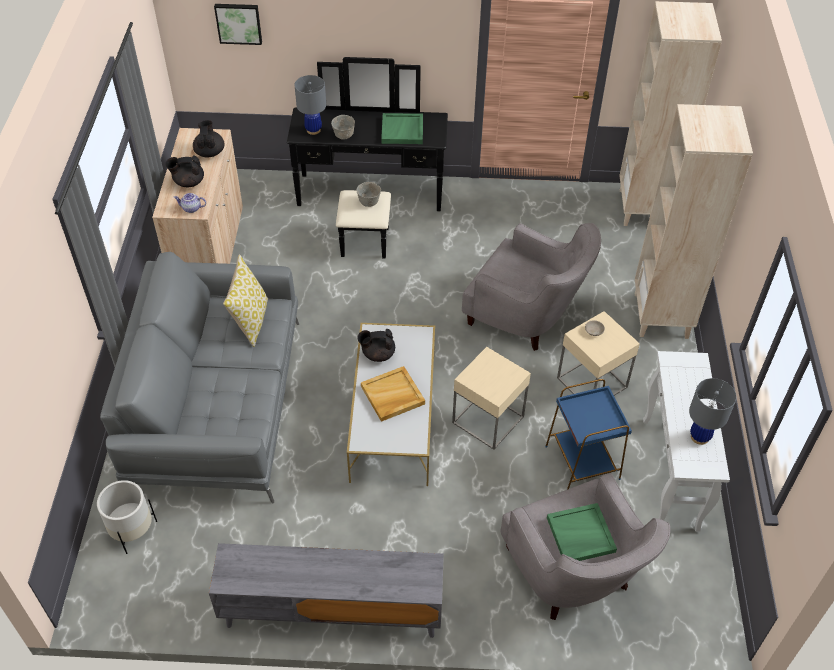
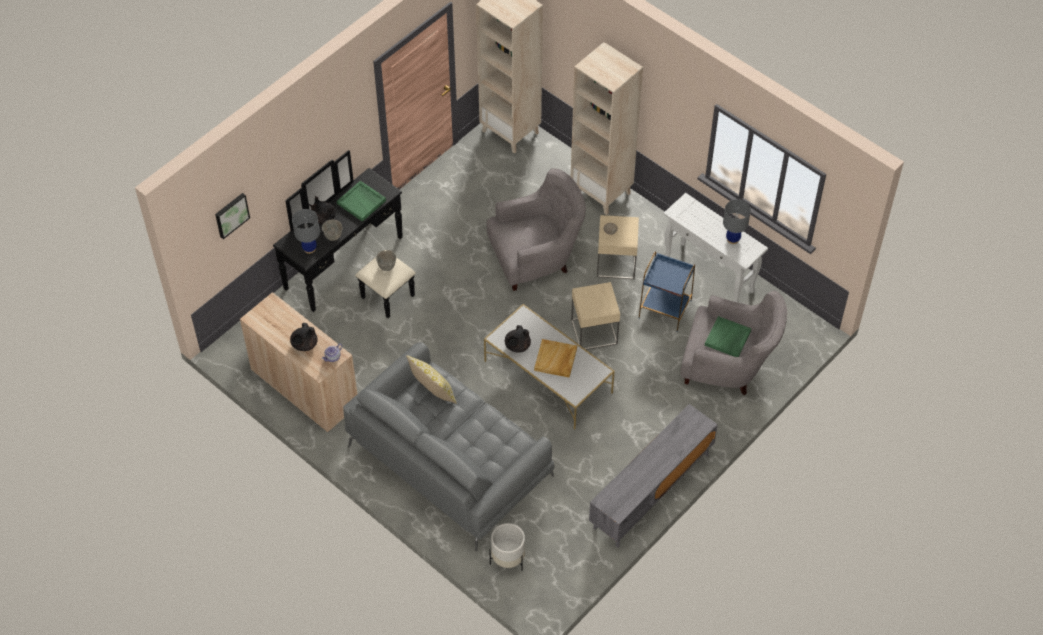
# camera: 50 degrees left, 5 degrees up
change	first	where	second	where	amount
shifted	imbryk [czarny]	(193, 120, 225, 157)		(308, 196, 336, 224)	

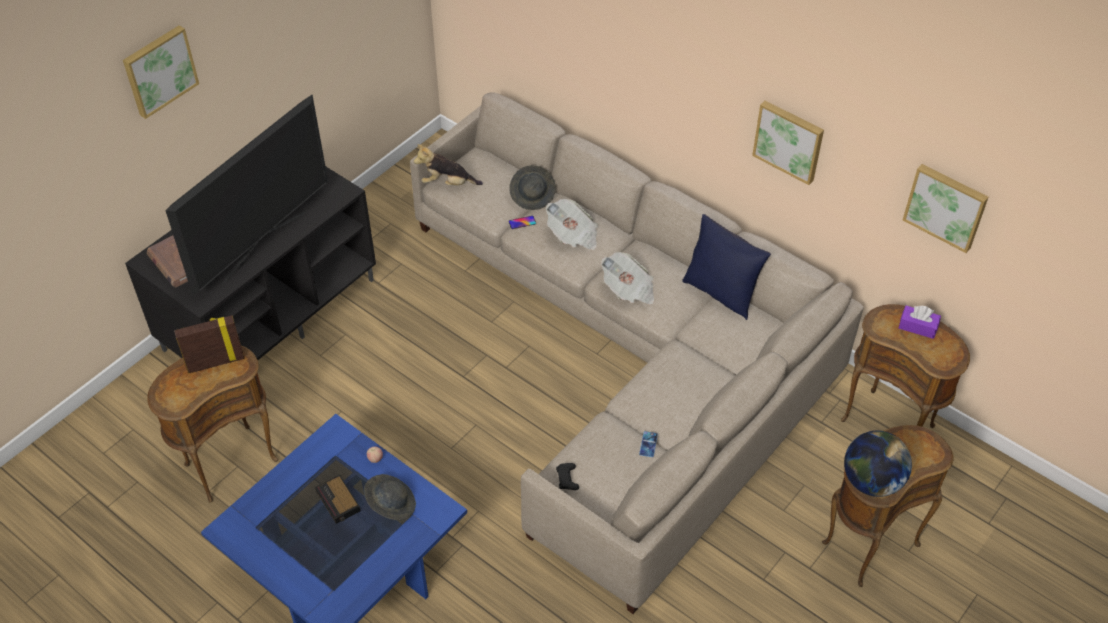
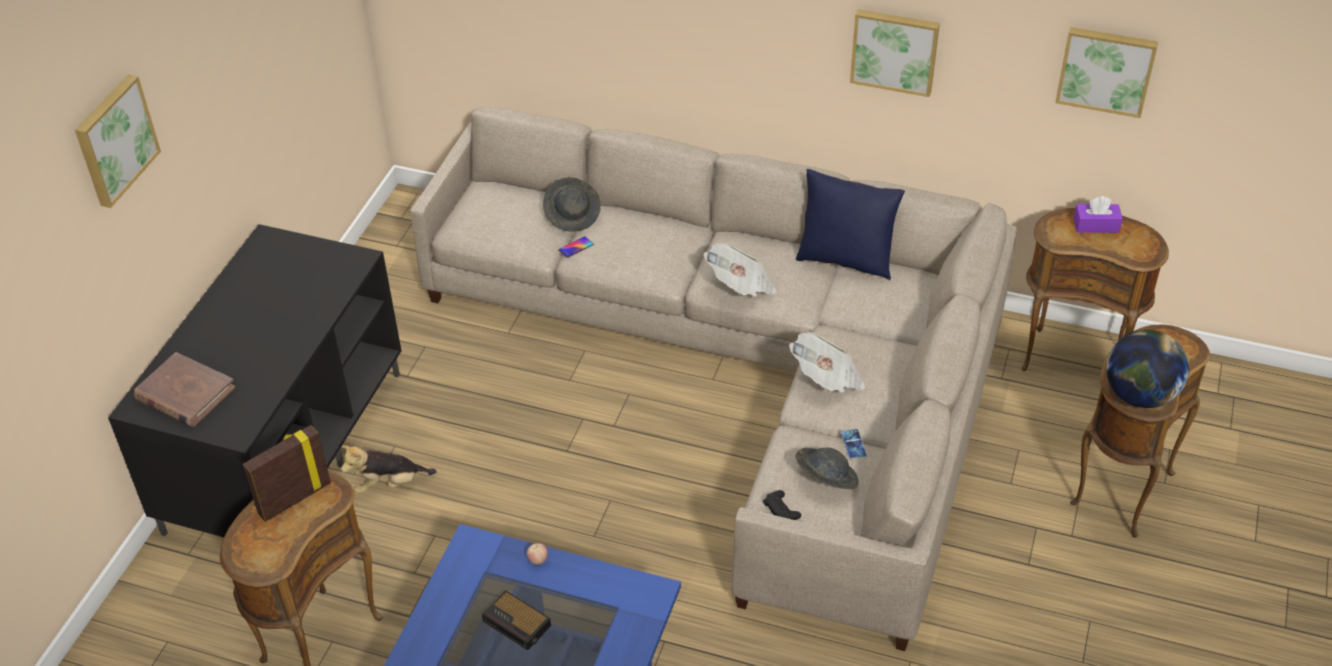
# camera: 20 degrees left, 5 degrees down
change	first	where	second	where	amount
gone	telewizor	(166, 95, 328, 295)			
shifted	kapelusz [szary]	(364, 474, 416, 520)		(796, 447, 859, 489)	
shifted	pluszak	(413, 144, 483, 185)		(341, 445, 437, 494)	
shifted	gazeta	(546, 199, 598, 250)		(789, 332, 866, 393)	

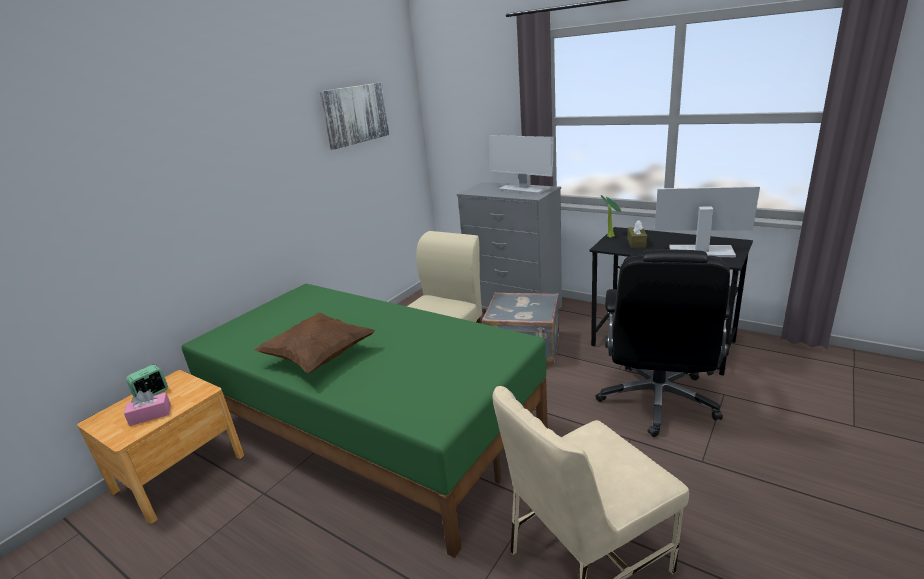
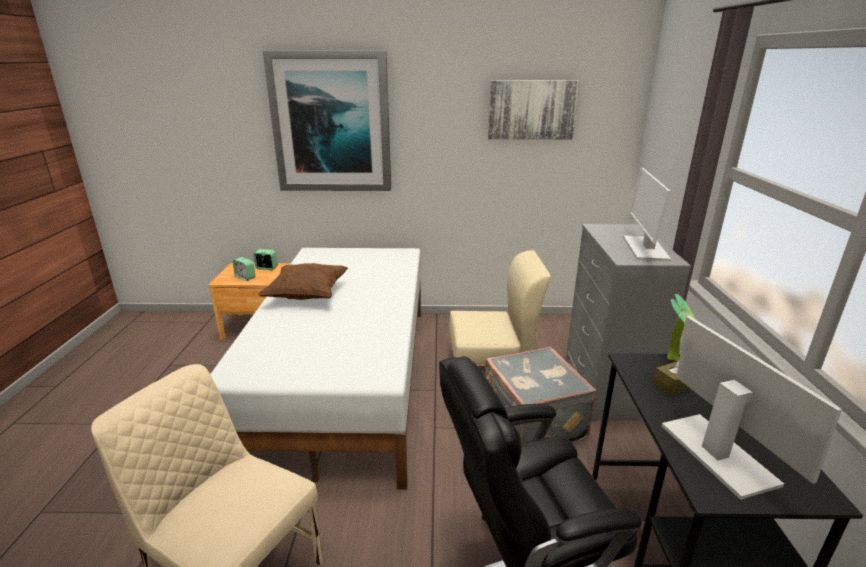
# camera: 55 degrees right, 0 degrees up
change	first	where	second	where	amount
new			obraz	(263, 50, 391, 191)	
swapped	pudełko chusteczek [różowy]	(124, 390, 171, 426)	budzik	(233, 257, 255, 281)	
repainted	łóżko [zielony]	(182, 284, 548, 558)	łóżko [biały]	(210, 248, 421, 490)	

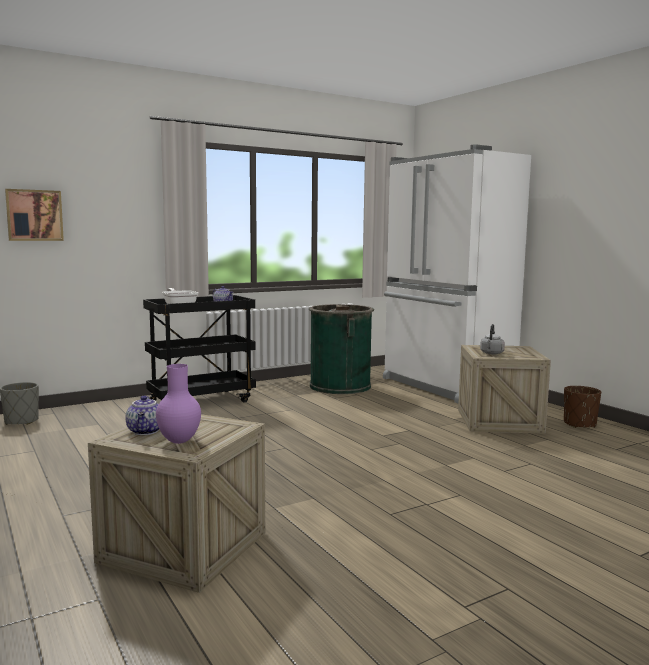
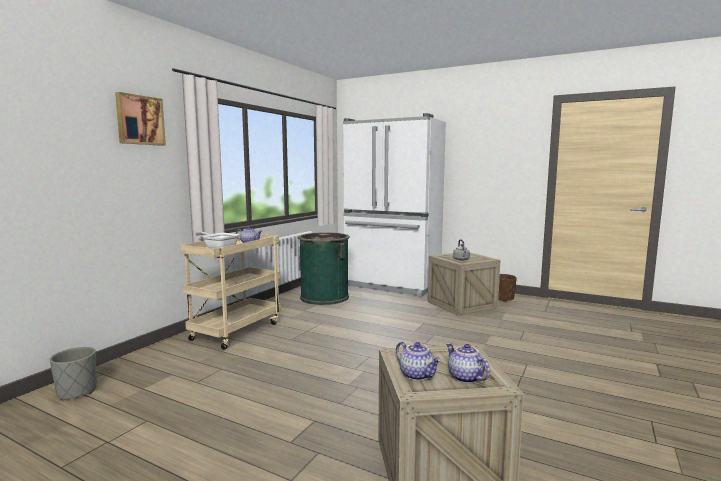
# camera: 30 degrees left, 0 degrees up
change	first	where	second	where	amount
shifted	obraz	(5, 189, 64, 241)		(115, 92, 166, 146)	
swapped	wazon [fioletowy]	(156, 364, 201, 444)	imbryk	(446, 343, 490, 383)	
repainted	wózek [czarny]	(143, 295, 256, 403)	wózek [beżowy]	(180, 234, 281, 350)	

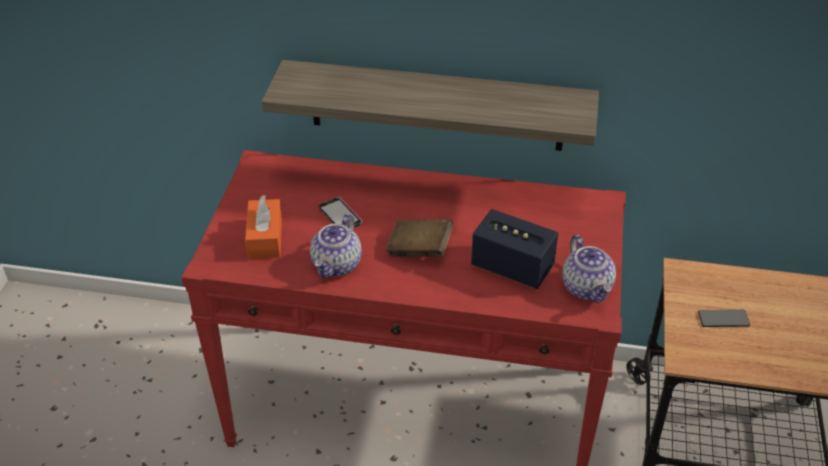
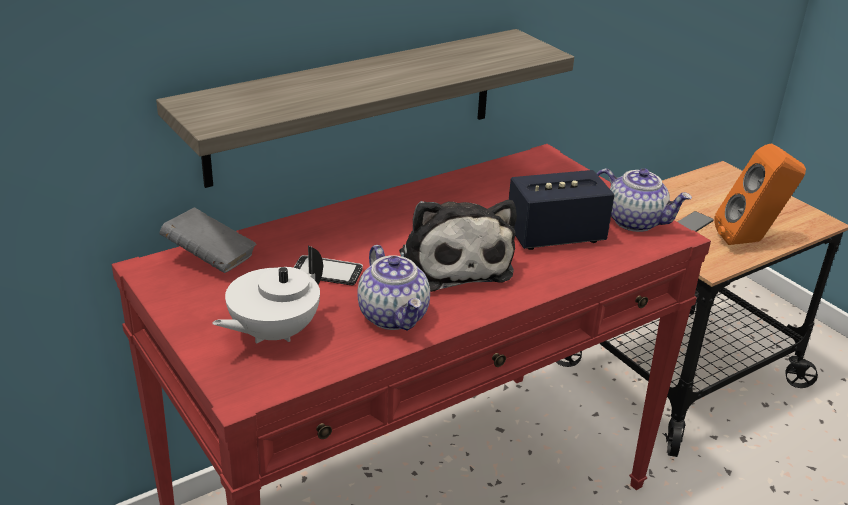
# camera: 45 degrees left, 10 degrees down
change	first	where	second	where	amount
new			książka [szary]	(159, 208, 257, 273)	
new			głośnik [pomarańczowy]	(715, 143, 806, 245)	
swapped	pudełko chusteczek [pomarańczowy]	(245, 195, 282, 259)	imbryk [biały]	(212, 246, 323, 343)	
swapped	książka [brązowy]	(386, 219, 453, 257)	pluszak	(399, 200, 517, 292)	

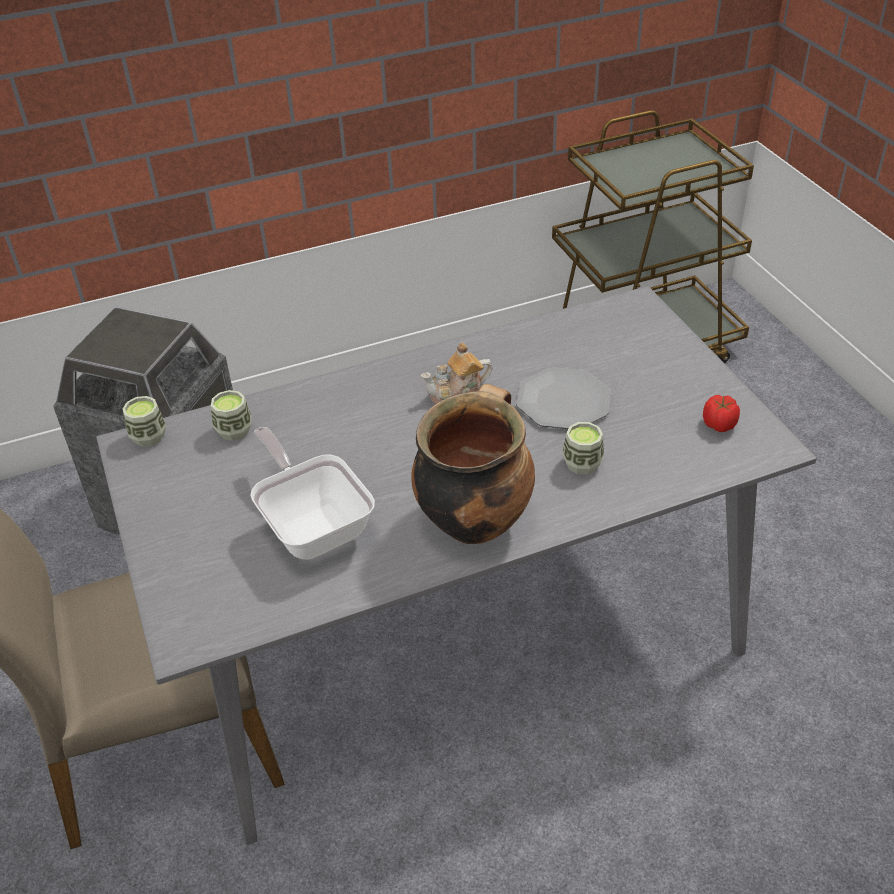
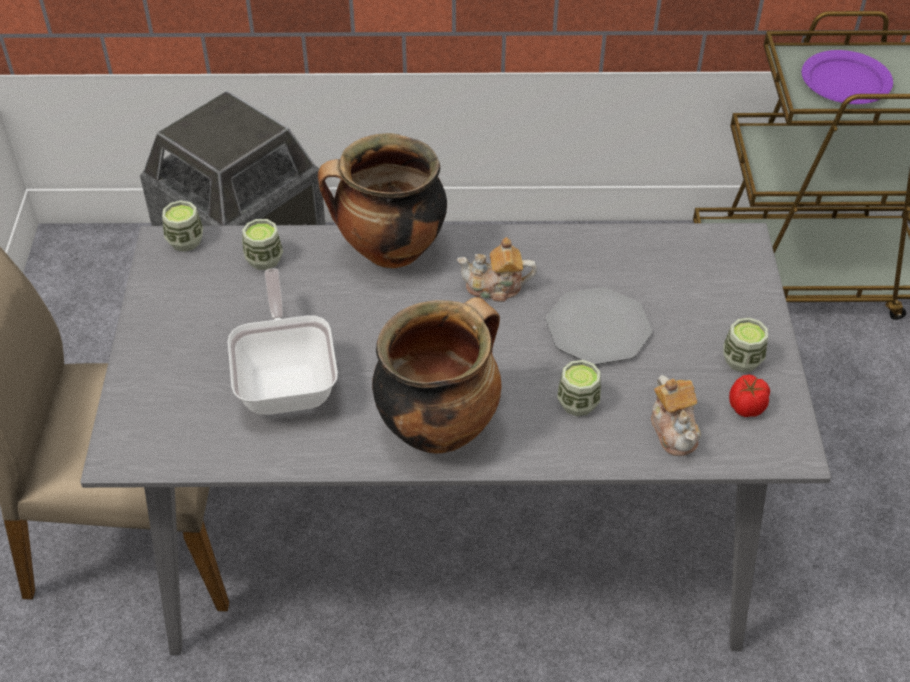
# camera: 20 degrees right, 5 degrees up
change	first	where	second	where	amount
new			garnek	(318, 133, 447, 269)	
new			imbryk	(651, 375, 701, 456)	
new			filiżanka	(723, 318, 768, 373)	
new			talerz [fioletowy]	(802, 50, 893, 104)	

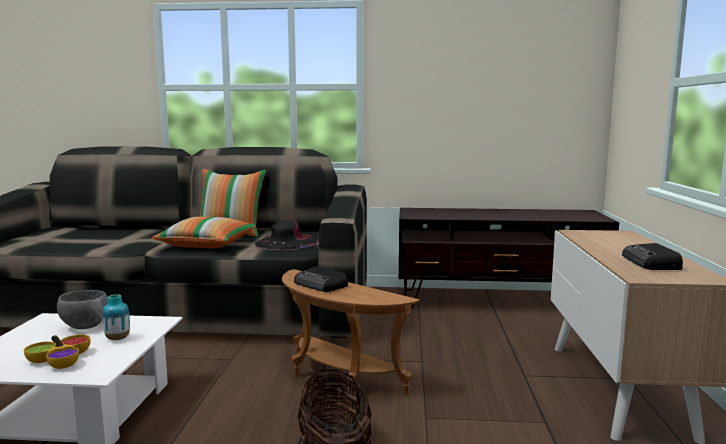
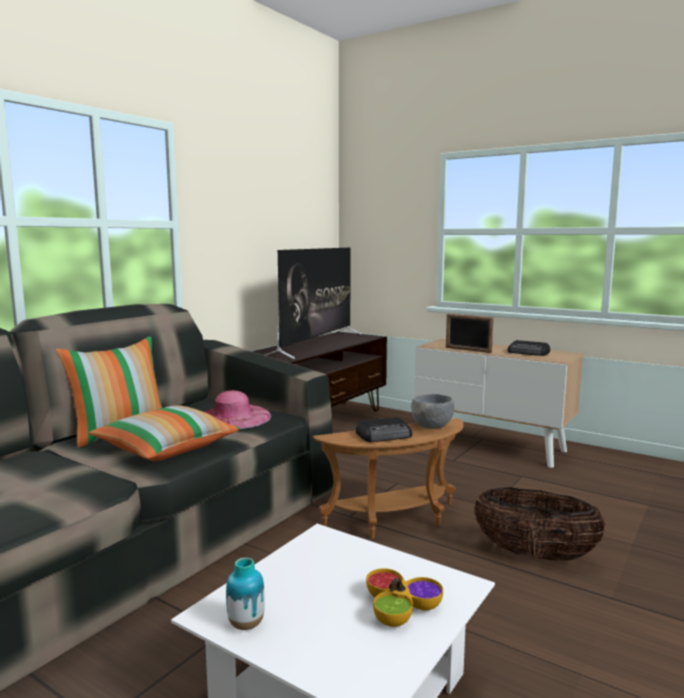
# camera: 60 degrees left, 0 degrees up
change	first	where	second	where	amount
new			telewizor	(265, 247, 361, 359)	
new			ramka na zdjęcie	(446, 314, 494, 353)	
shifted	miska [szary]	(57, 290, 108, 329)		(411, 394, 454, 429)	
shifted	wazon	(102, 294, 130, 340)		(226, 557, 265, 630)	
repainted	kapelusz [czarny]	(255, 220, 317, 250)	kapelusz [różowy]	(205, 390, 272, 429)	

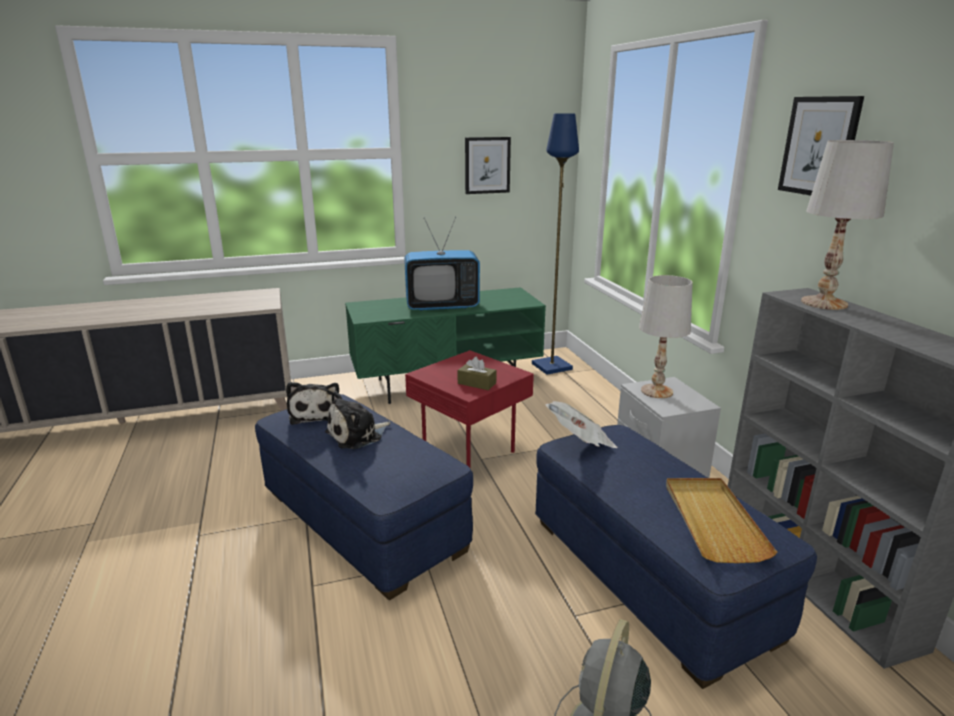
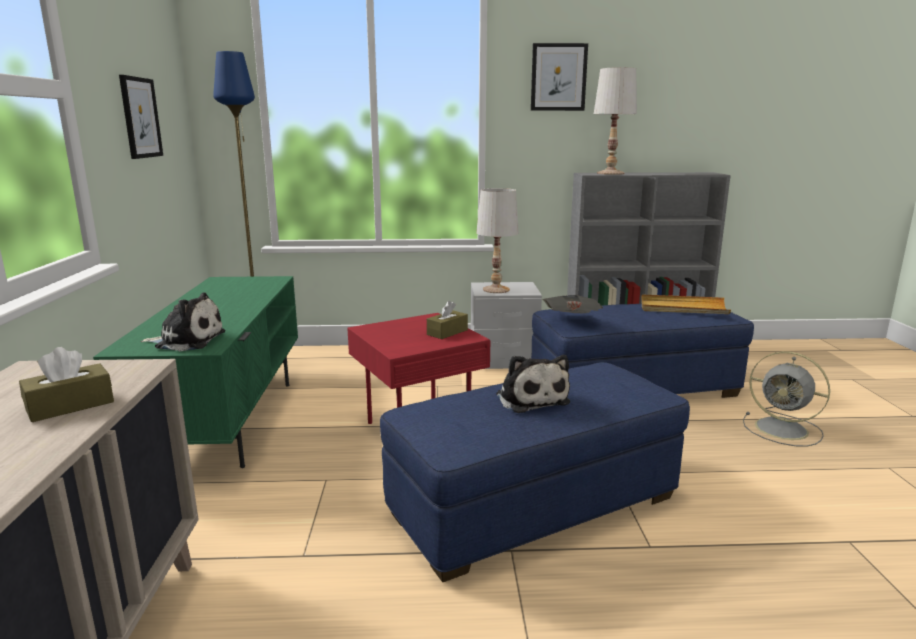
# camera: 75 degrees left, 5 degrees down
change	first	where	second	where	amount
gone	telewizor	(404, 217, 480, 311)			
new			pudełko chusteczek [brązowy]	(19, 347, 114, 422)	
shifted	pluszak	(286, 382, 339, 425)		(140, 292, 225, 352)	

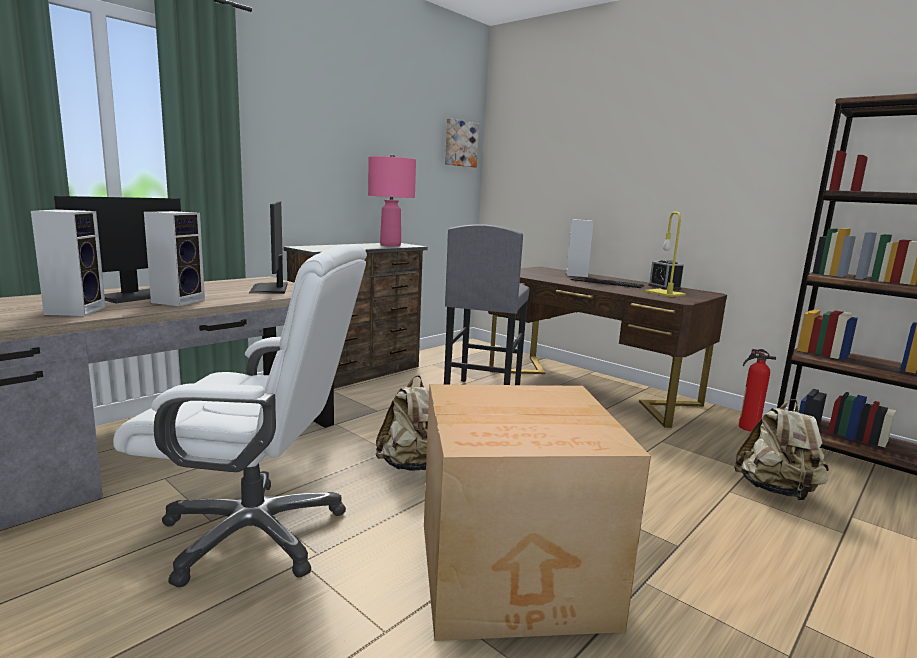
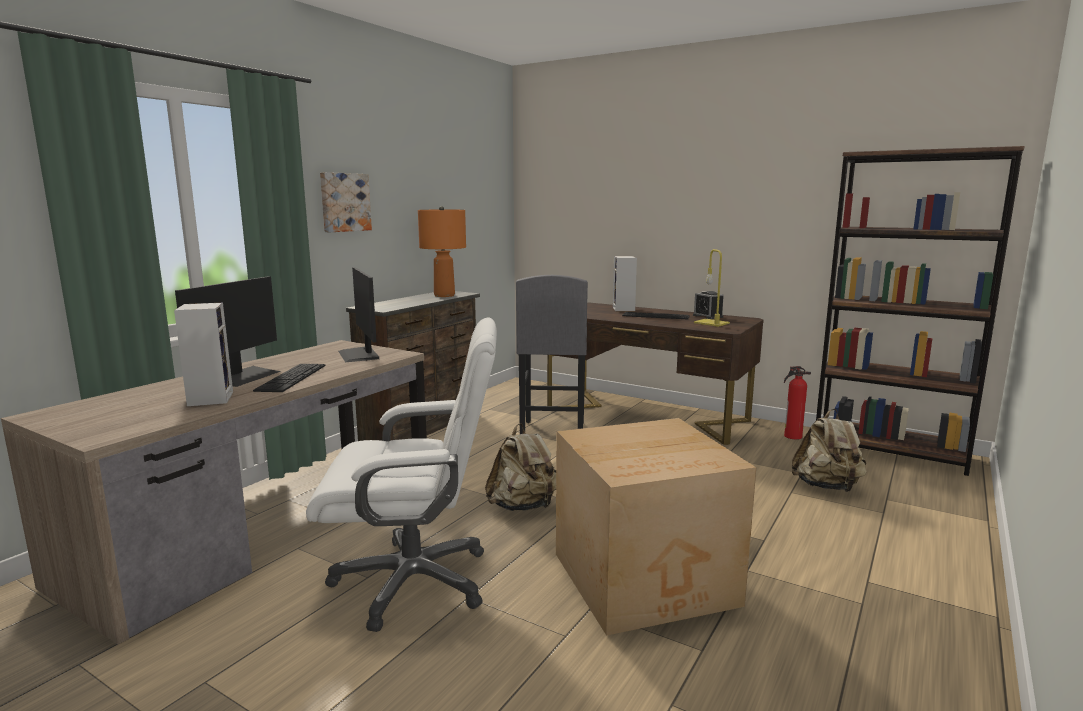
# camera: 10 degrees left, 0 degrees up
change	first	where	second	where	amount
shifted	obraz	(445, 119, 479, 168)		(320, 172, 372, 232)	
swapped	głośnik	(144, 211, 205, 306)	klawiatura	(253, 364, 325, 392)	
repainted	lampa stołowa [różowy]	(368, 154, 416, 247)	lampa stołowa [pomarańczowy]	(418, 206, 466, 297)	

